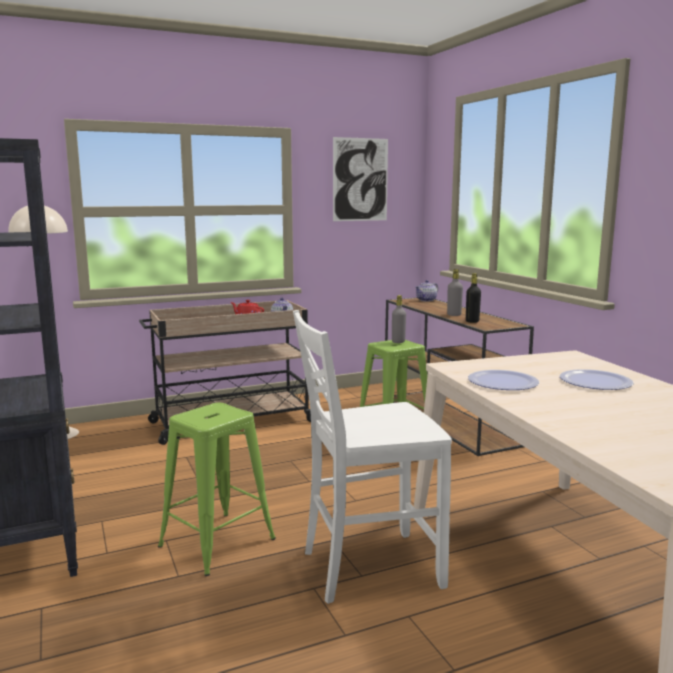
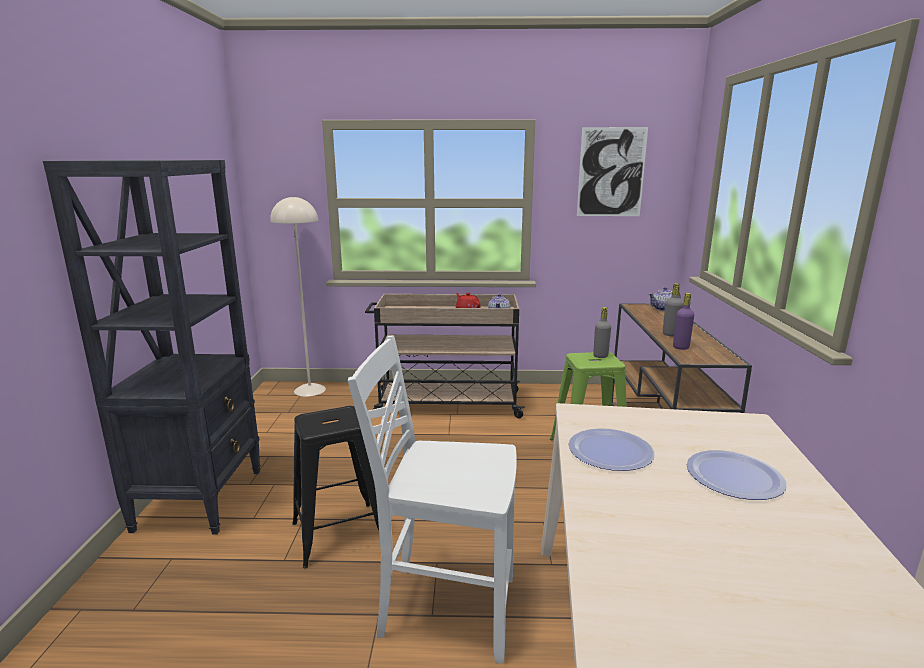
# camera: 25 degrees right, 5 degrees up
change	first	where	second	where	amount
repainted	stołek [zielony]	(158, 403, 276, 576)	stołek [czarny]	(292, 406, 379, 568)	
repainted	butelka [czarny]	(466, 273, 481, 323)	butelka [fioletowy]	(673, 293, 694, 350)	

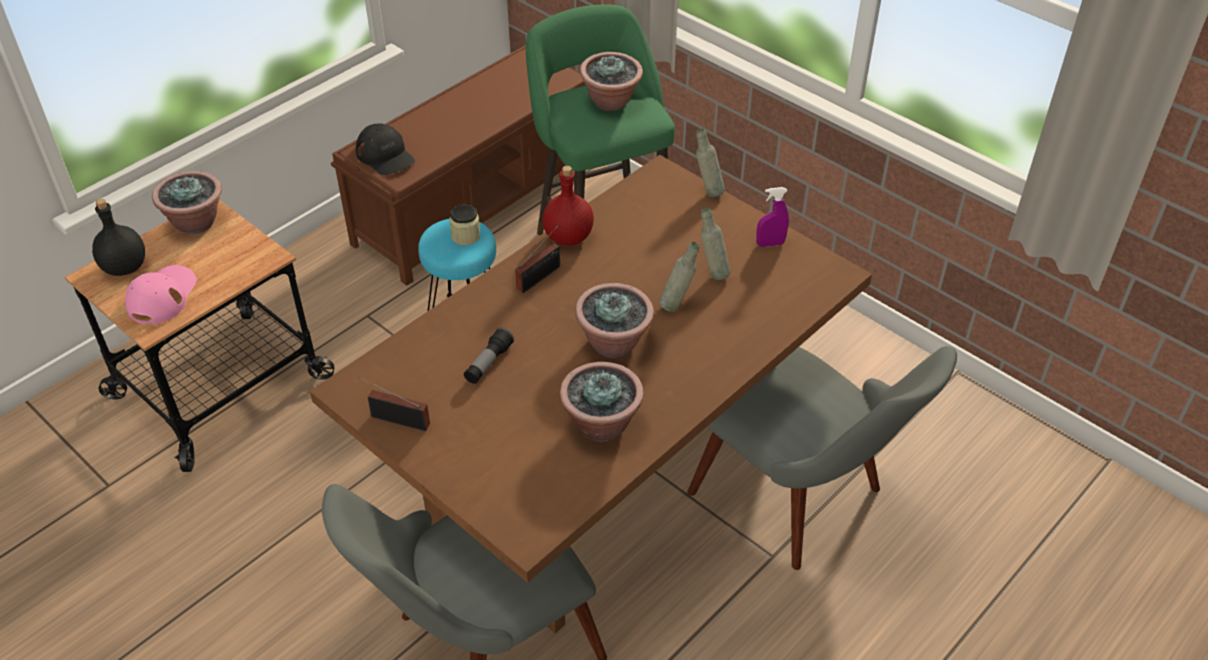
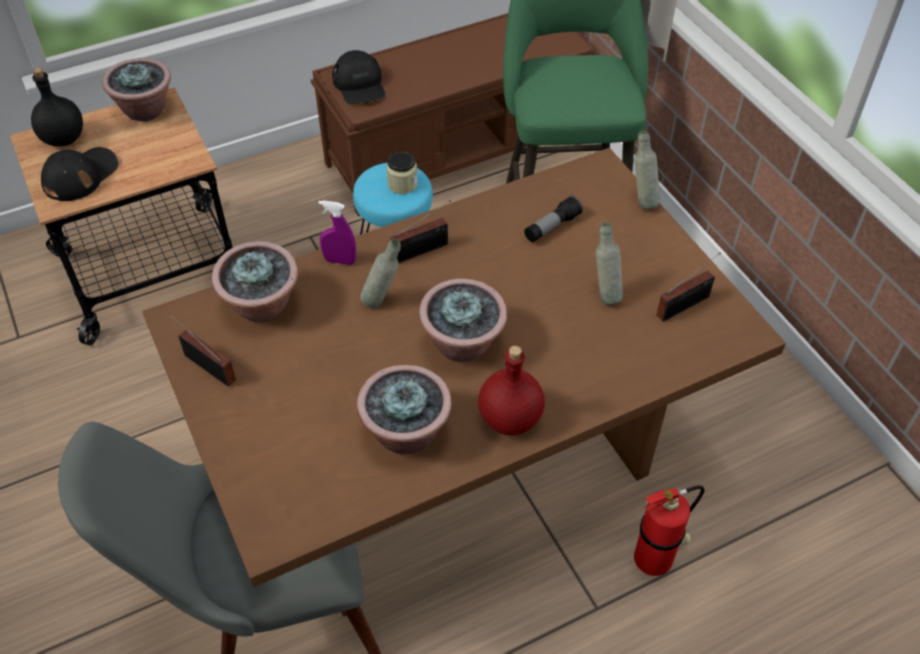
# camera: 20 degrees right, 5 degrees up
change	first	where	second	where	amount
new			radio	(657, 252, 721, 322)	
shifted	latarka	(464, 328, 514, 384)		(524, 195, 583, 242)	
shifted	butelka [czerwony]	(542, 166, 594, 246)		(478, 345, 545, 435)	
shifted	roślina doniczkowa	(580, 52, 643, 111)		(212, 241, 298, 322)	
shifted	butelka [szary]	(660, 242, 699, 312)		(360, 239, 401, 308)	
shifted	spryskiwacz [fioletowy]	(756, 187, 789, 247)		(319, 200, 356, 265)	
swapped	krzesło [szary]	(687, 346, 957, 570)	gaśnica	(634, 485, 705, 576)	
repainted	czapka z daszkiem [różowy]	(125, 265, 197, 324)	czapka z daszkiem [czarny]	(41, 147, 118, 201)	

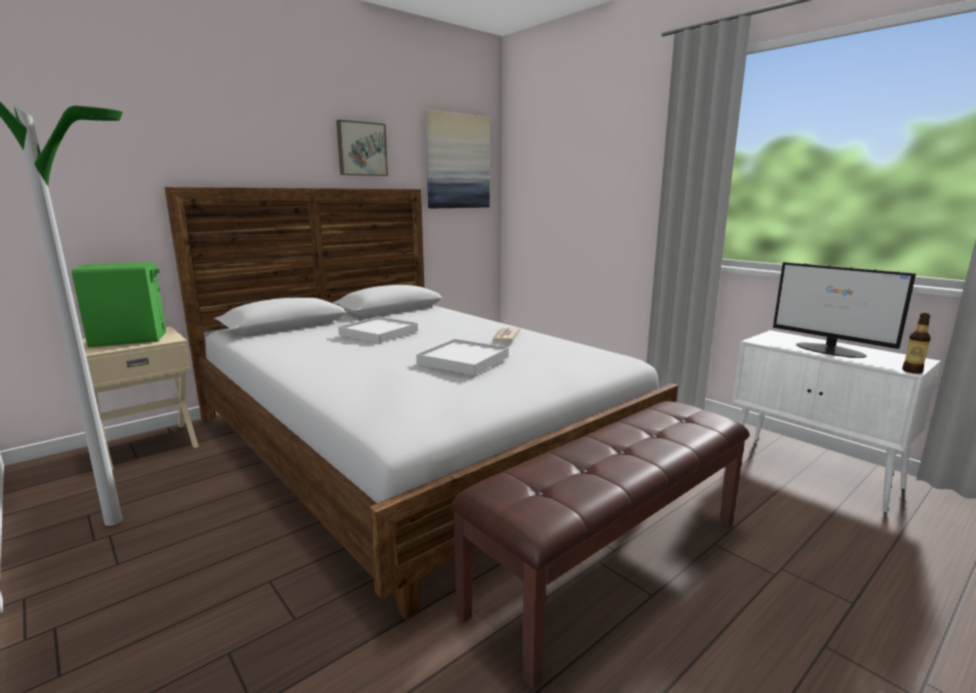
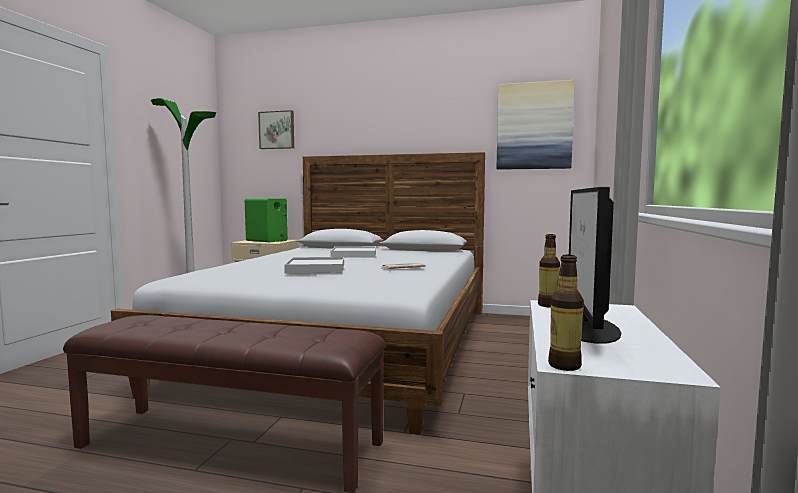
# camera: 55 degrees right, 10 degrees down
change	first	where	second	where	amount
new			butelka	(538, 234, 560, 308)	
shifted	obraz	(336, 120, 388, 176)		(258, 110, 294, 149)	

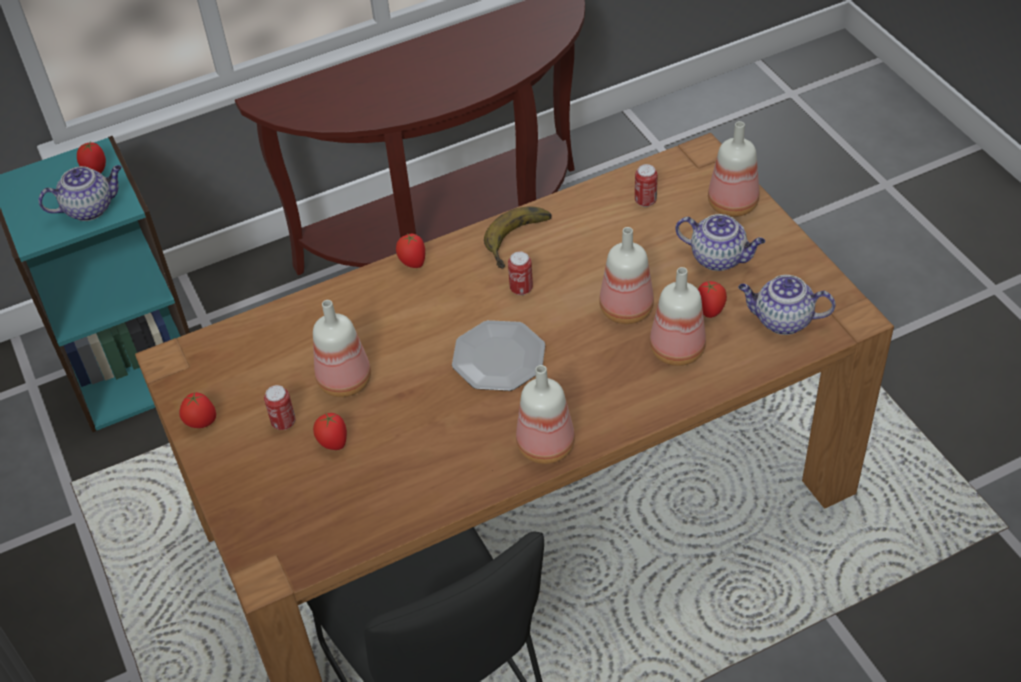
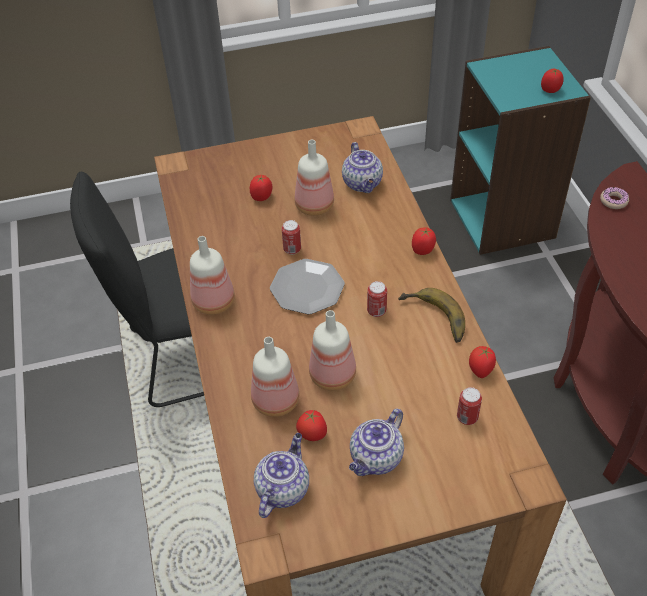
# camera: 100 degrees right, 0 degrees up
change	first	where	second	where	amount
gone	butelka	(708, 121, 759, 217)			
new			donut	(600, 187, 629, 209)	
shifted	imbryk	(38, 165, 122, 221)		(342, 142, 383, 193)	
shifted	pomidor	(179, 393, 216, 428)		(469, 346, 496, 378)	
shifted	puszka	(264, 385, 296, 430)		(282, 220, 301, 255)	

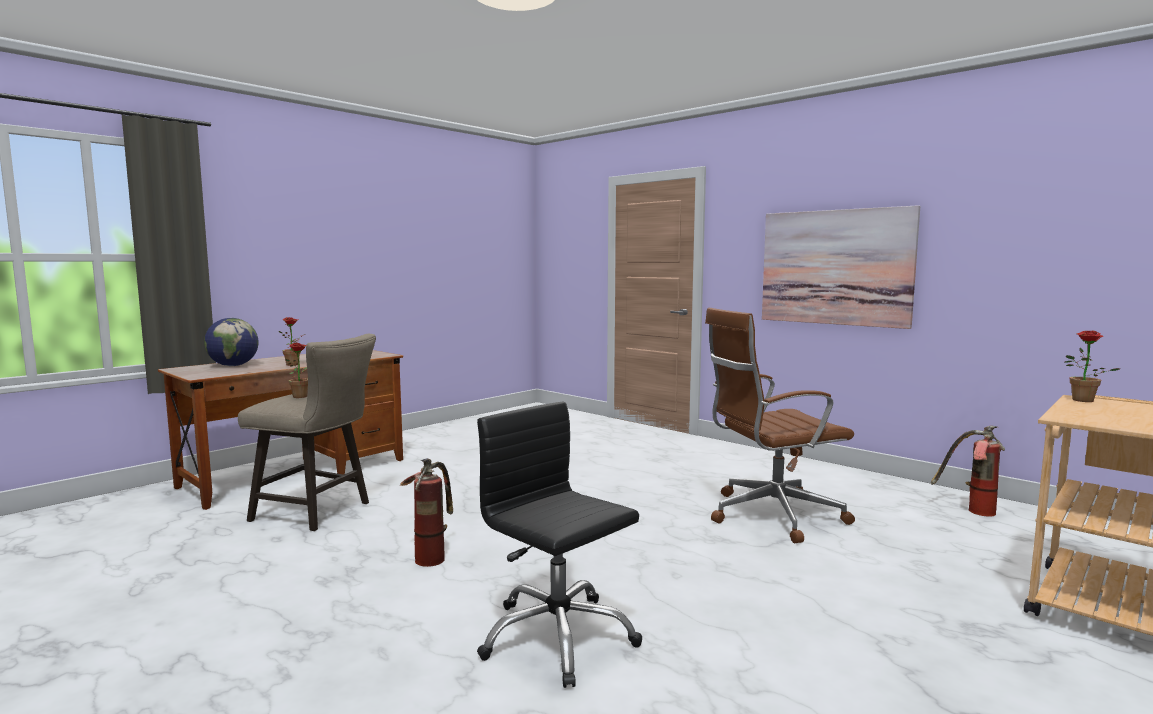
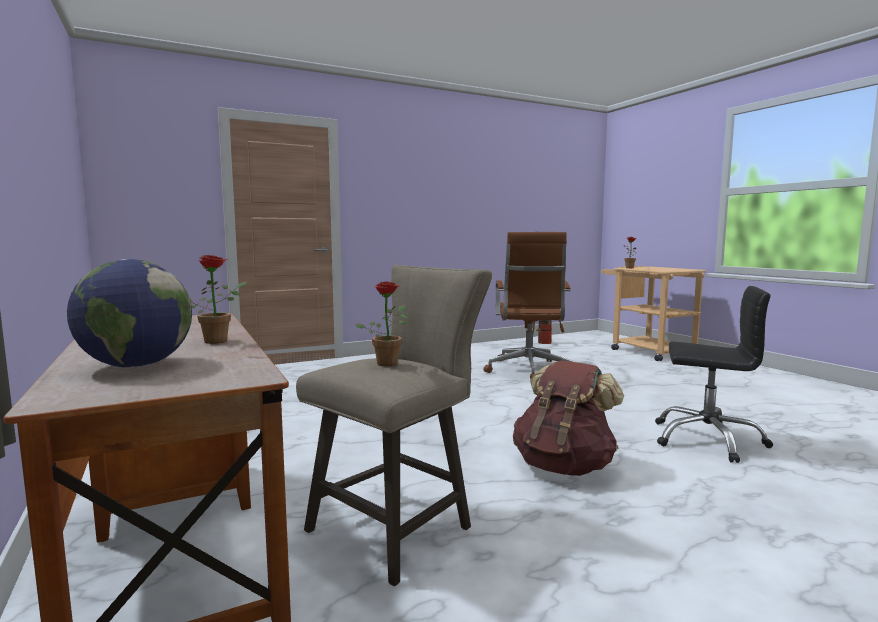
# camera: 70 degrees left, 0 degrees up
change	first	where	second	where	amount
gone	obraz	(762, 205, 920, 329)			
swapped	gaśnica	(400, 458, 453, 567)	plecak [brązowy]	(513, 360, 624, 476)	
rotated	krzesło biurowe [czarny]	(477, 402, 642, 688)		(655, 286, 773, 463)	135 degrees counterclockwise

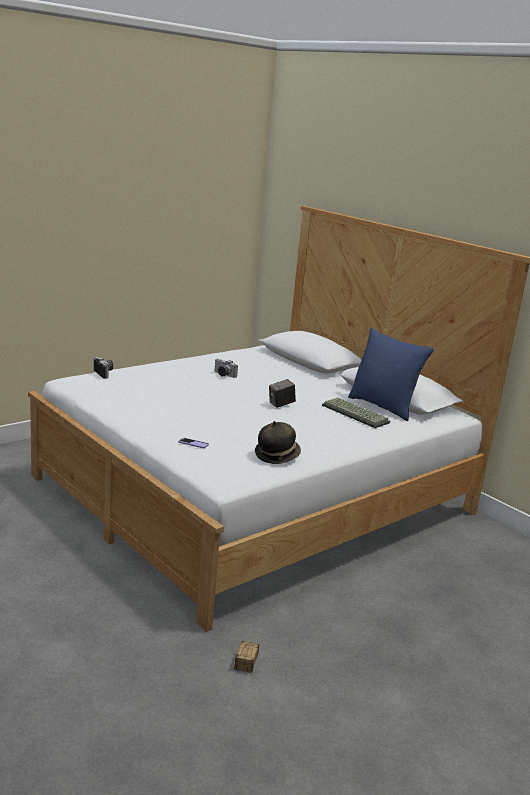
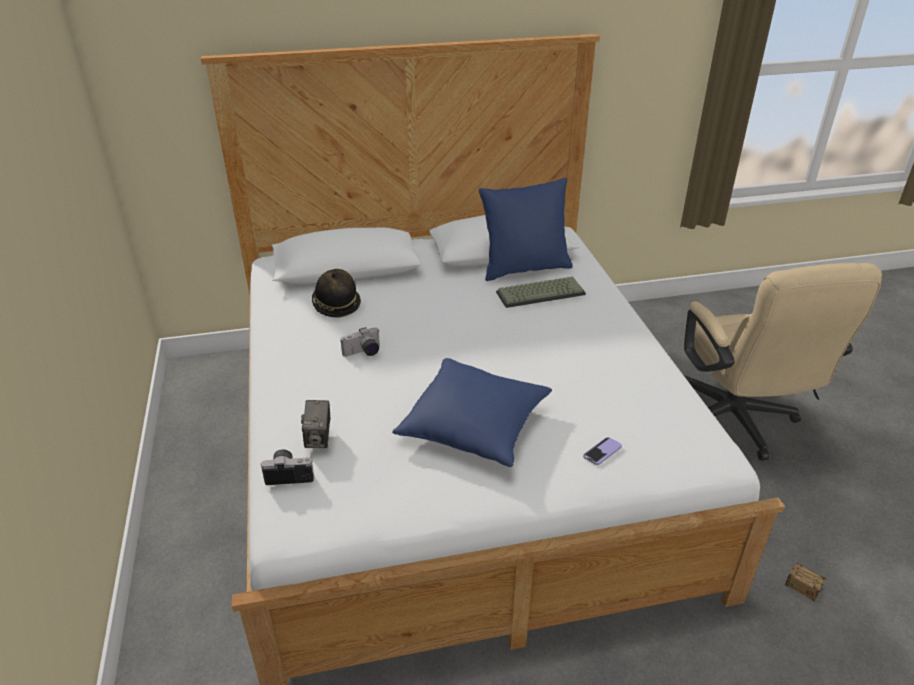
# camera: 60 degrees left, 15 degrees up
change	first	where	second	where	amount
new			poduszka [niebieski]	(392, 358, 552, 467)	
new			krzesło biurowe [beżowy]	(684, 263, 882, 461)	
shifted	kapelusz	(255, 421, 301, 464)		(312, 269, 361, 317)	
shifted	aparat fotograficzny	(269, 379, 296, 408)		(301, 400, 330, 448)	

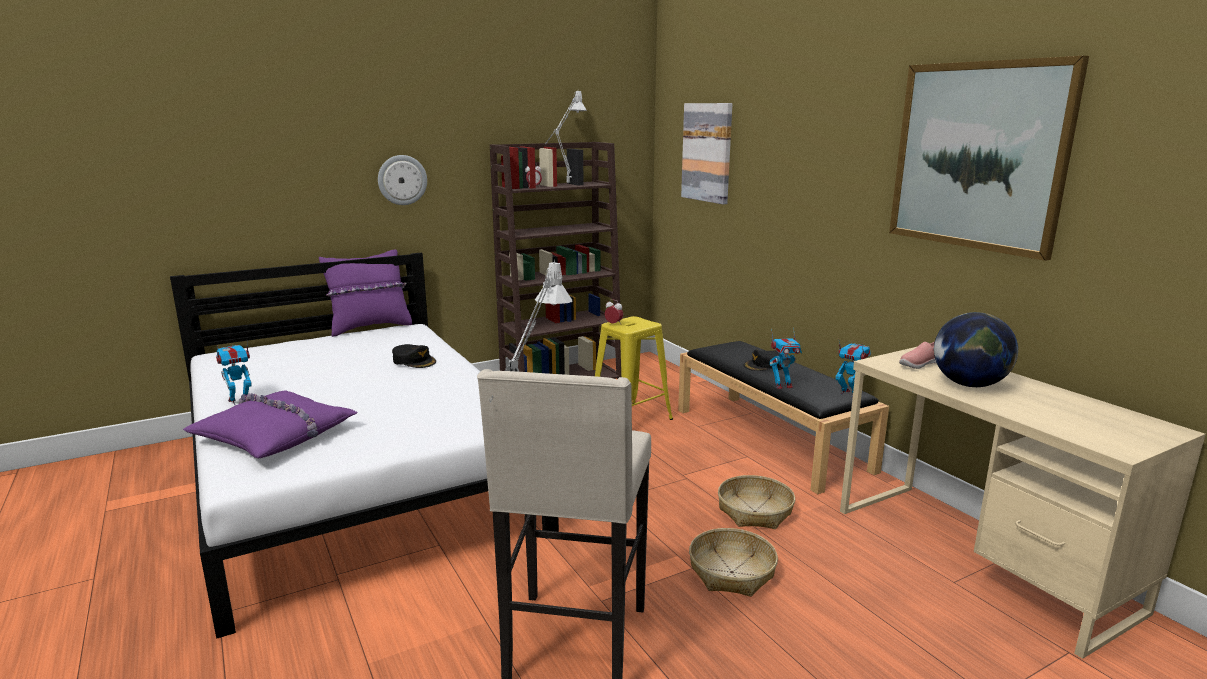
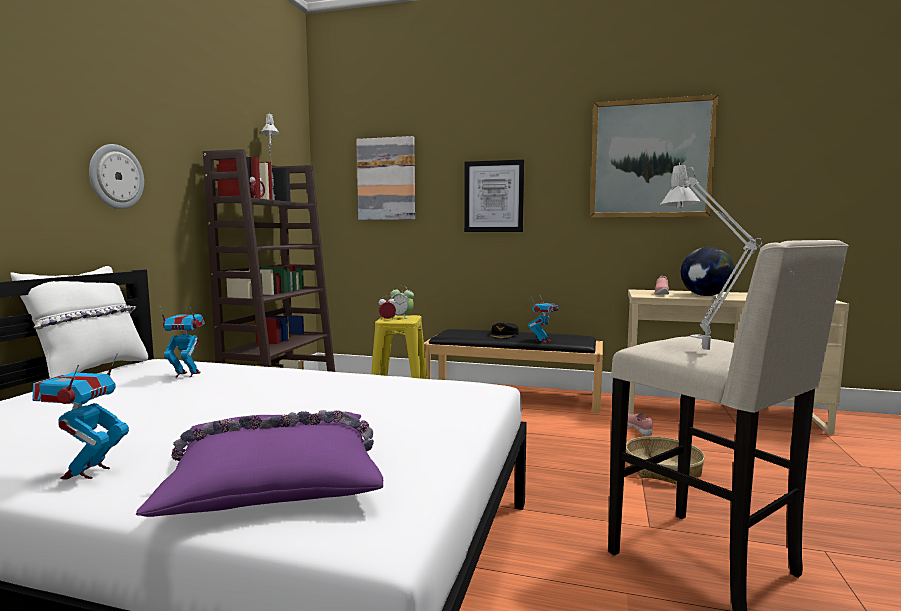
# camera: 45 degrees left, 10 degrees down
change	first	where	second	where	amount
gone	czapka z daszkiem [czarny]	(392, 344, 436, 368)			
gone	koszyk	(718, 475, 795, 529)			
new			budzik	(390, 286, 414, 319)	
new			obraz	(464, 159, 524, 232)	
new			but [różowy]	(627, 413, 653, 436)	
shifted	robot zabawkowy	(835, 342, 871, 398)		(160, 306, 205, 378)	
repainted	poduszka [fioletowy]	(319, 249, 412, 337)	poduszka [biały]	(10, 266, 148, 378)	

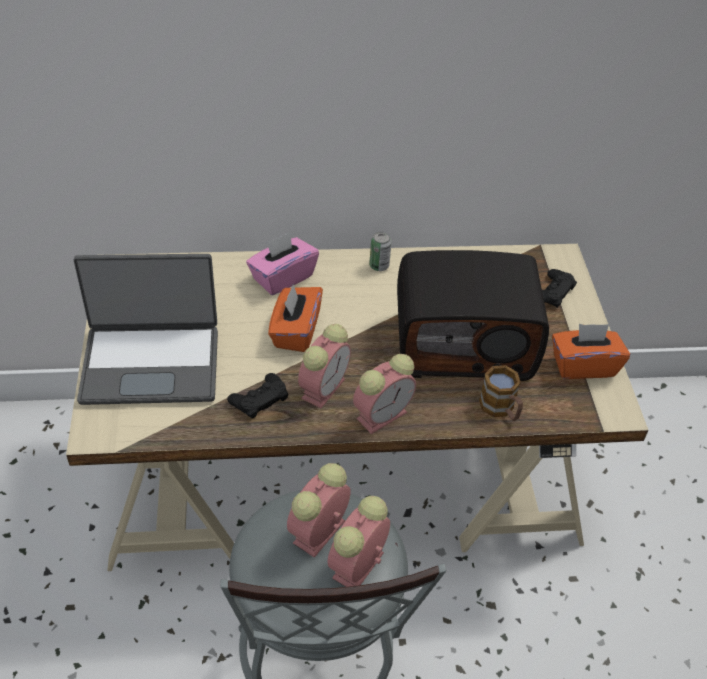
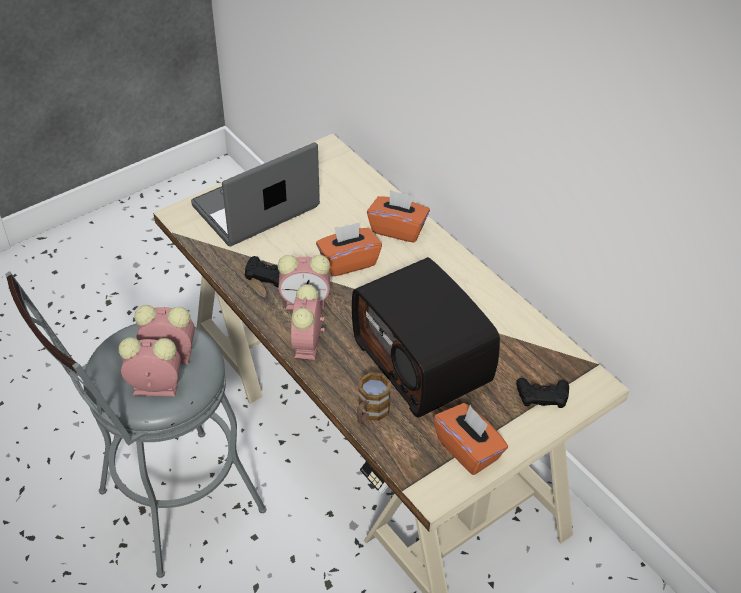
# camera: 60 degrees right, 0 degrees up
change	first	where	second	where	amount
gone	puszka	(369, 232, 392, 271)			
repainted	pudełko chusteczek [różowy]	(246, 232, 319, 295)	pudełko chusteczek [pomarańczowy]	(367, 190, 430, 243)	
rotated	laptop	(74, 254, 218, 405)		(191, 142, 320, 246)	90 degrees clockwise
rotated	budzik	(353, 354, 416, 434)		(291, 284, 325, 360)	75 degrees clockwise

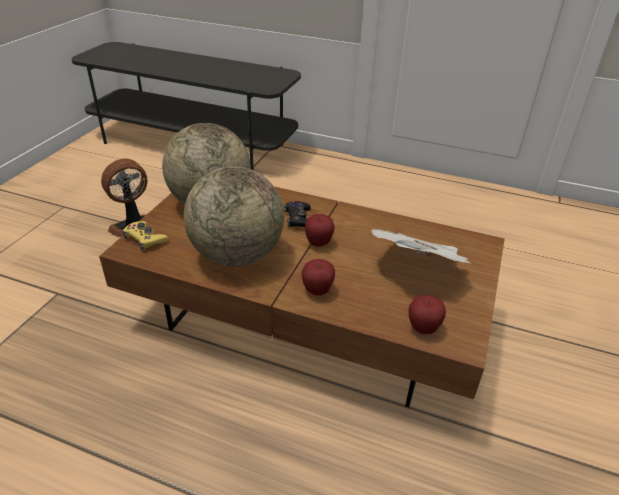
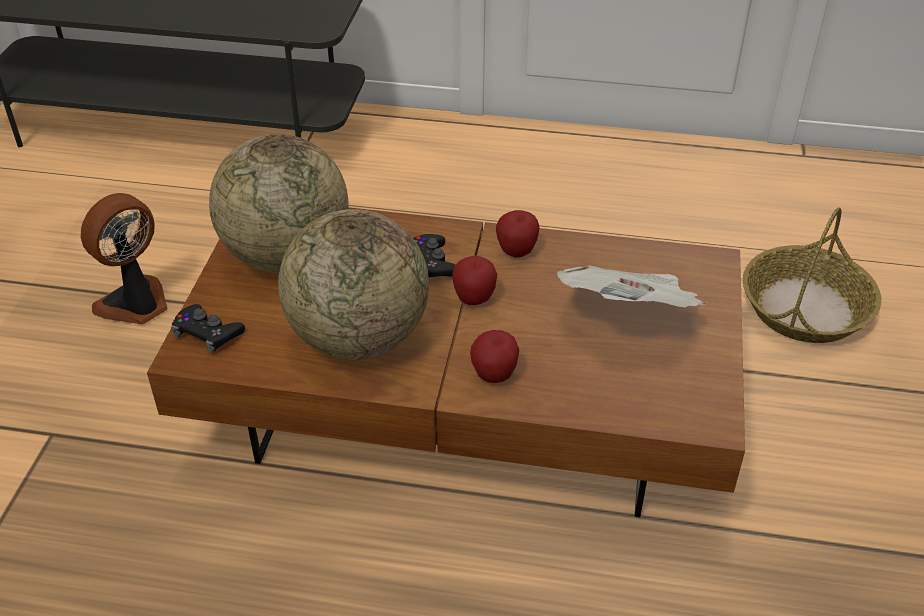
# camera: 10 degrees left, 5 degrees up
change	first	where	second	where	amount
new			koszyk	(743, 207, 881, 343)	
shifted	jabłko	(408, 295, 446, 334)		(496, 210, 540, 258)	
repainted	pad do gier [żółty]	(122, 221, 169, 251)	pad do gier [czarny]	(171, 304, 245, 354)	

